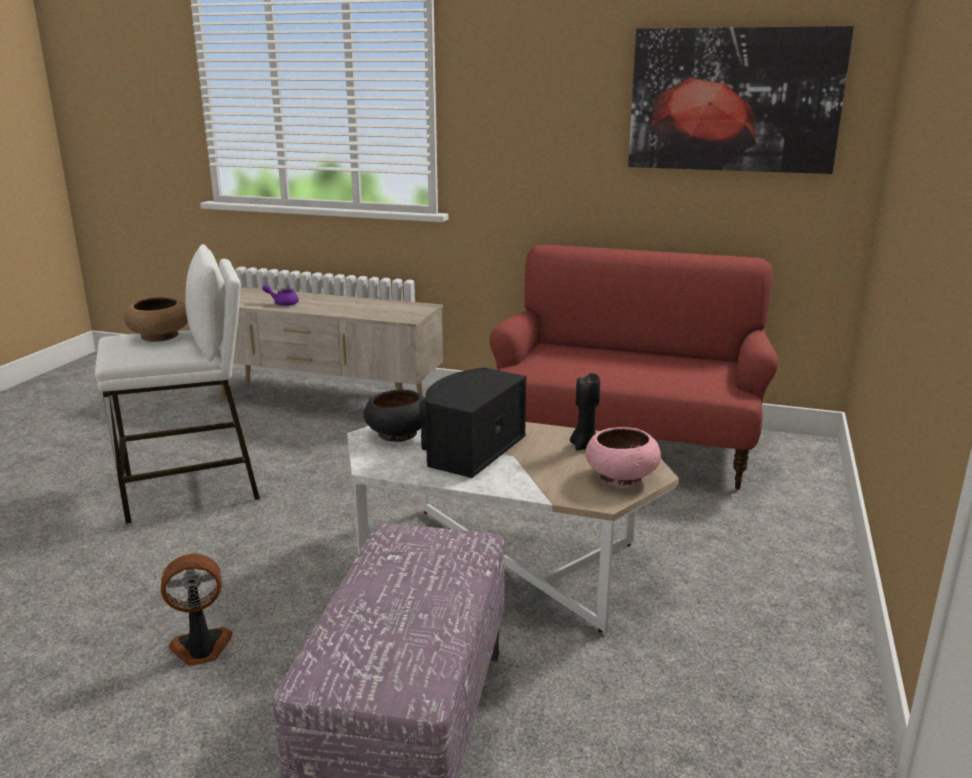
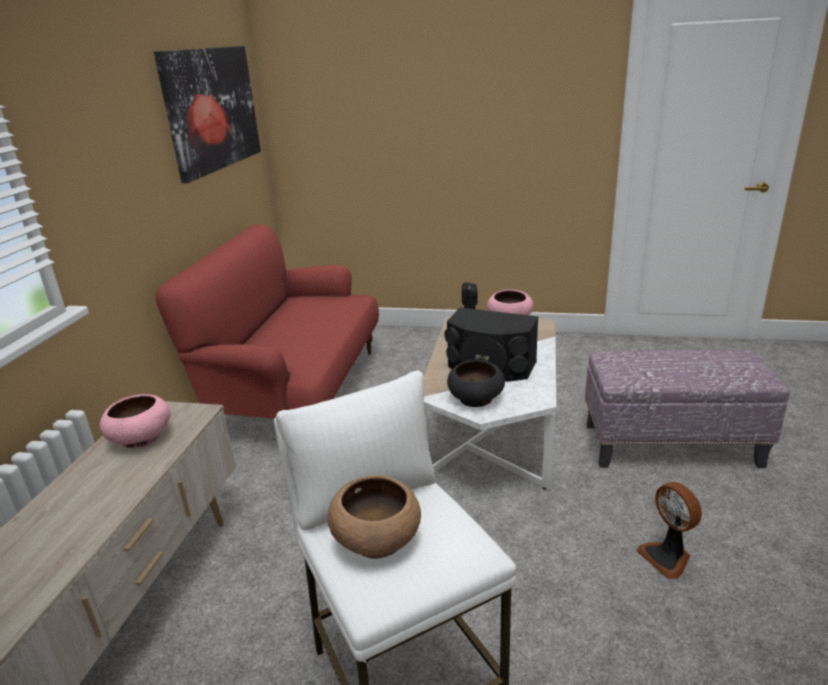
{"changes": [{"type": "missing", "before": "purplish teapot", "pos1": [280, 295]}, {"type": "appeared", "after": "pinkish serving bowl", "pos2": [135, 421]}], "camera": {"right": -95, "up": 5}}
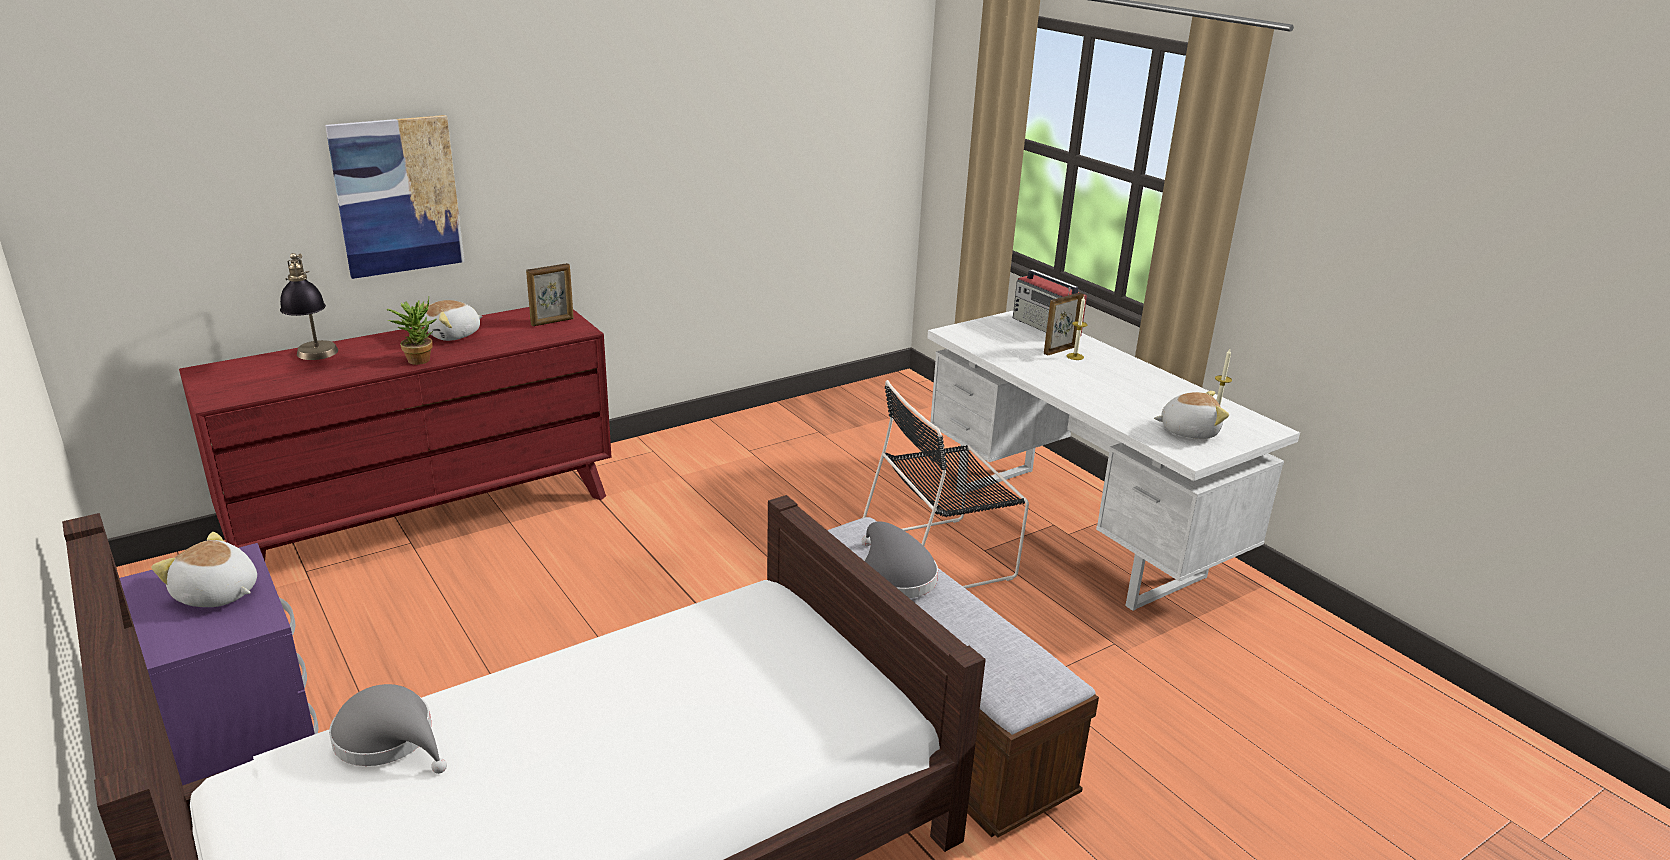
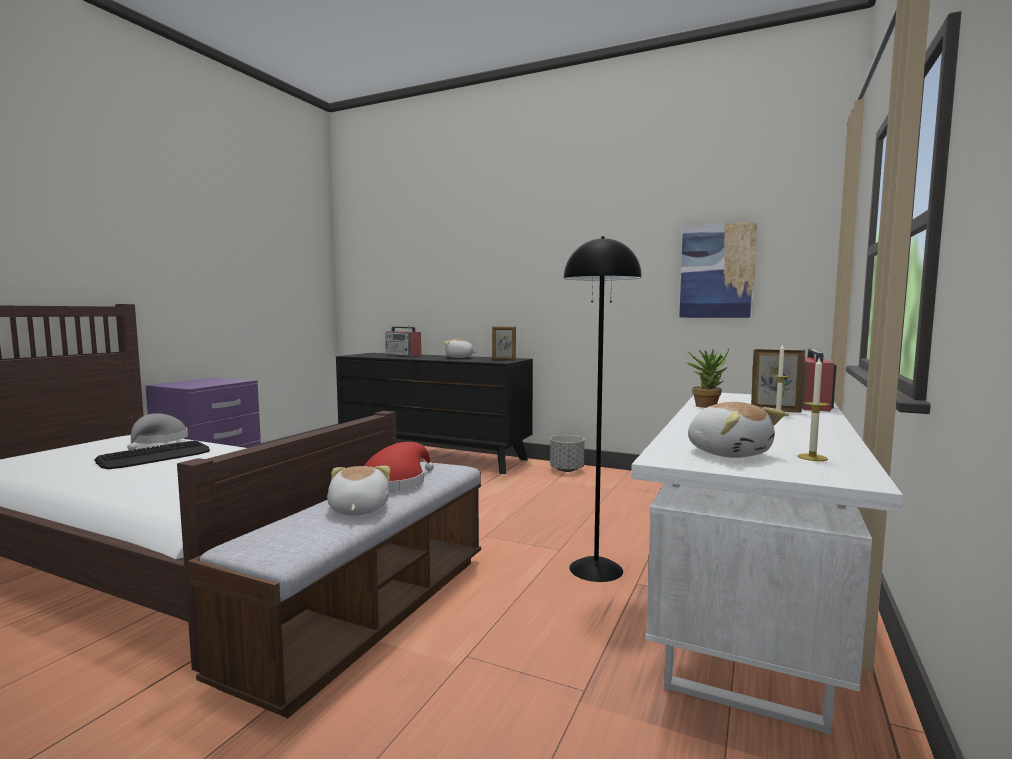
{"changes": [{"type": "relocated", "before": "cuddly toy", "pos1": [204, 569], "pos2": [358, 491]}, {"type": "colour", "before": "reddish drawer chest", "after": "black drawer chest", "pos1": [395, 434], "pos2": [434, 413]}, {"type": "exchanged", "before": "lamp for a table", "after": "radio set", "pos1": [309, 306], "pos2": [403, 341]}, {"type": "relocated", "before": "wall picture", "pos1": [395, 197], "pos2": [718, 270]}, {"type": "relocated", "before": "houseplant", "pos1": [411, 331], "pos2": [707, 378]}, {"type": "colour", "before": "greyish clothing hat", "after": "reddish clothing hat", "pos1": [899, 559], "pos2": [399, 467]}, {"type": "exchanged", "before": "black plain chair", "after": "black floor lamp", "pos1": [946, 484], "pos2": [603, 409]}, {"type": "appeared", "after": "computer keyboard", "pos2": [152, 455]}, {"type": "appeared", "after": "greyish flower pot", "pos2": [567, 453]}], "camera": {"right": 60, "up": -20}}
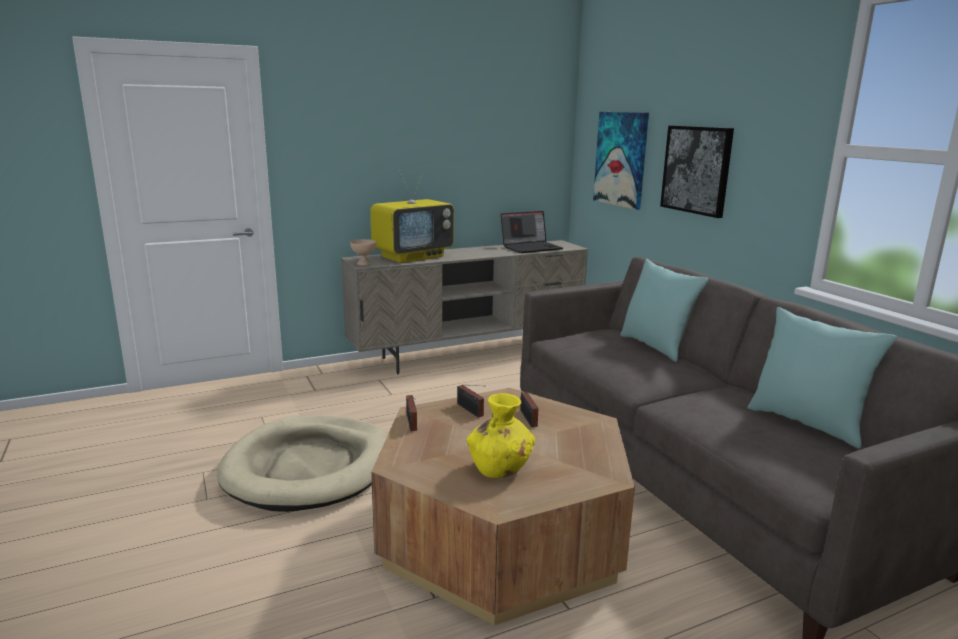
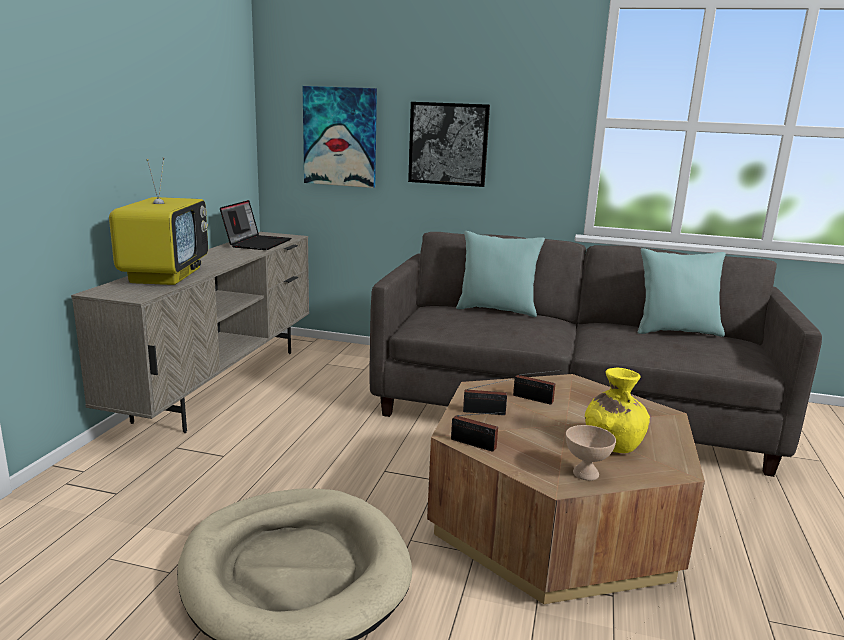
{"changes": [{"type": "relocated", "before": "beige serving bowl", "pos1": [363, 252], "pos2": [591, 453]}], "camera": {"right": -50, "up": 0}}
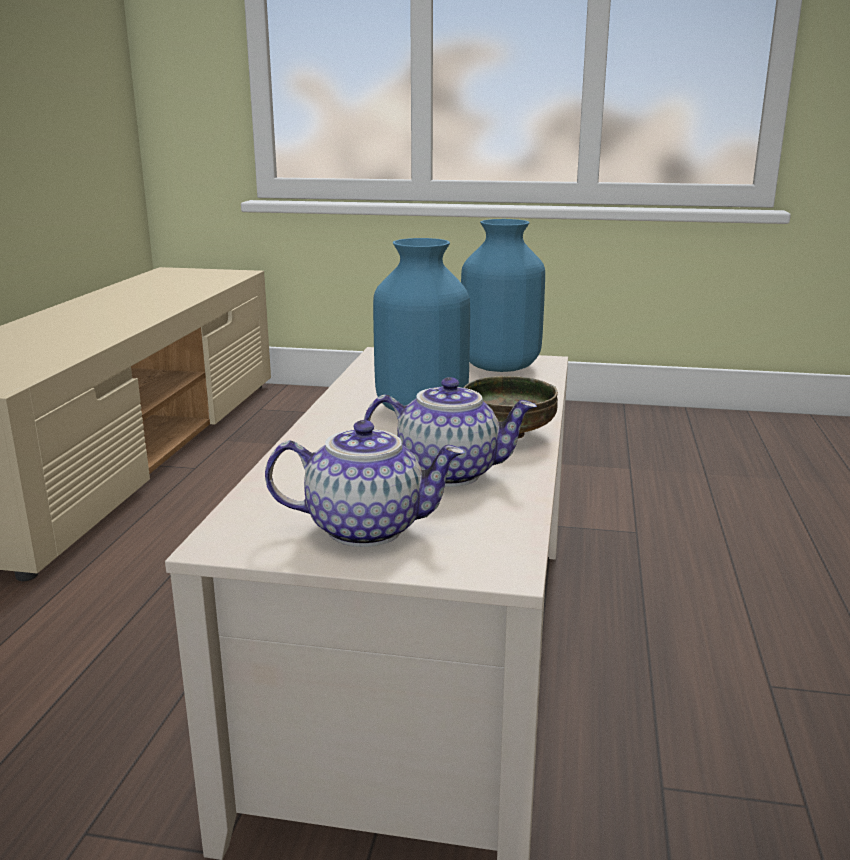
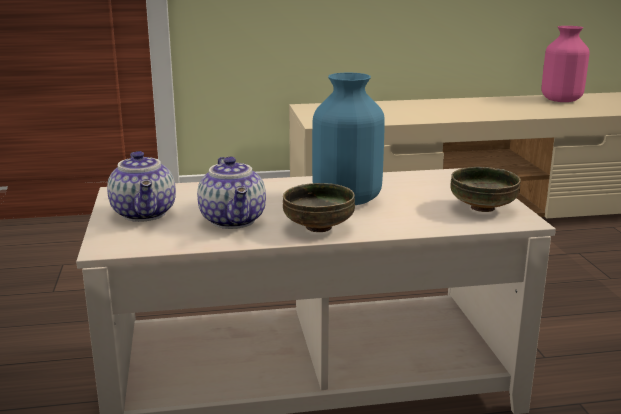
{"changes": [{"type": "exchanged", "before": "blue decorative vase", "after": "serving bowl", "pos1": [503, 295], "pos2": [485, 189]}, {"type": "appeared", "after": "pinkish decorative vase", "pos2": [565, 64]}], "camera": {"right": 70, "up": 0}}
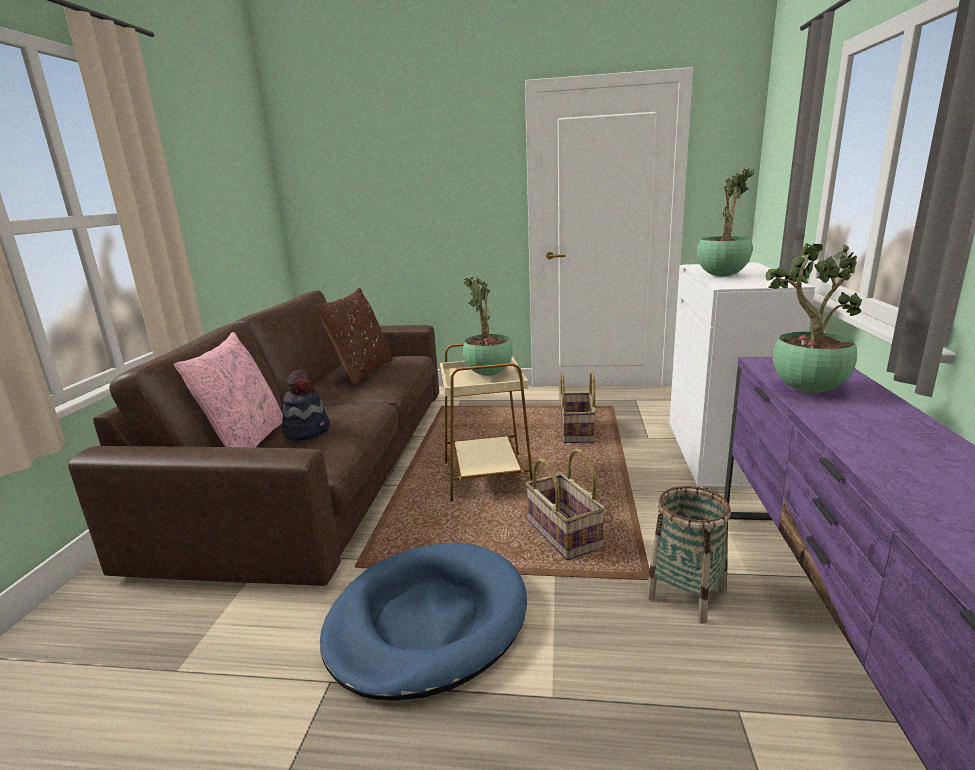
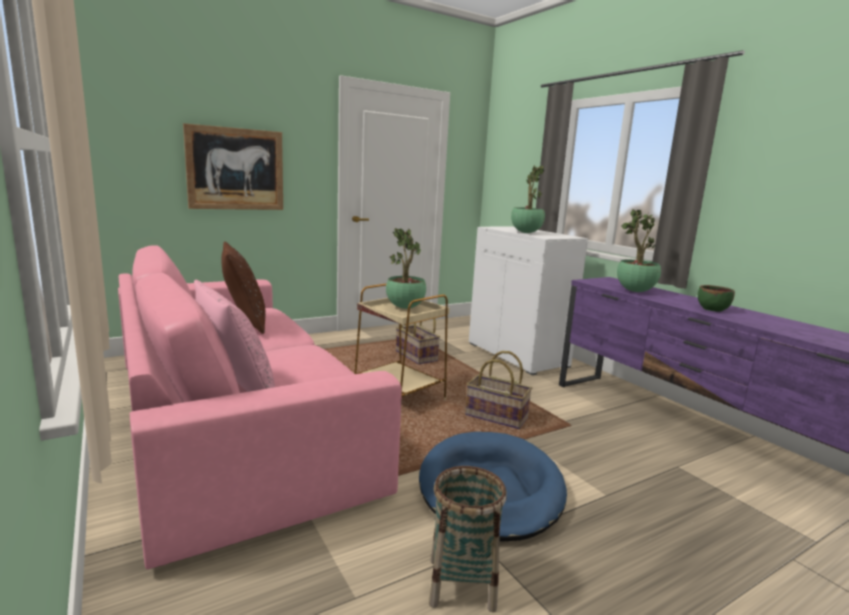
{"changes": [{"type": "colour", "before": "brownish sofa", "after": "pinkish sofa", "pos1": [253, 438], "pos2": [260, 407]}, {"type": "missing", "before": "clothing hat", "pos1": [306, 405]}, {"type": "relocated", "before": "basket", "pos1": [688, 555], "pos2": [468, 539]}, {"type": "appeared", "after": "wall picture", "pos2": [233, 166]}, {"type": "appeared", "after": "greenish serving bowl", "pos2": [716, 298]}], "camera": {"right": -40, "up": -5}}
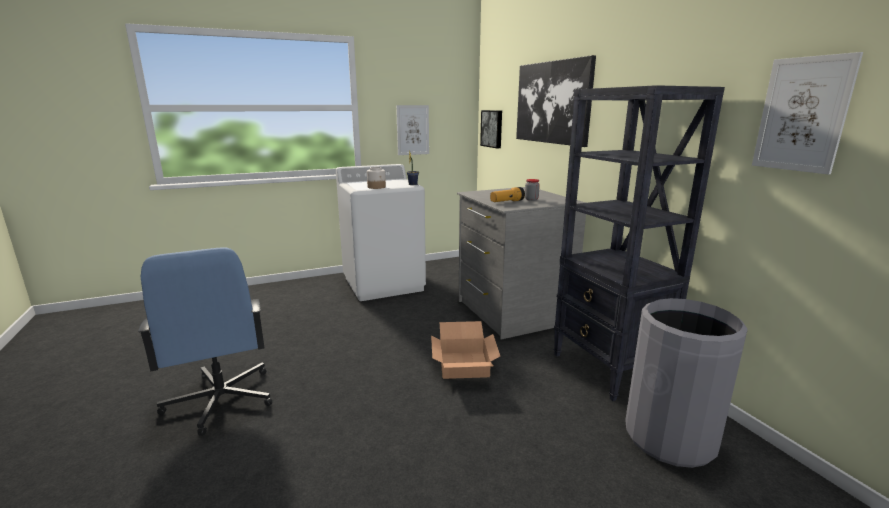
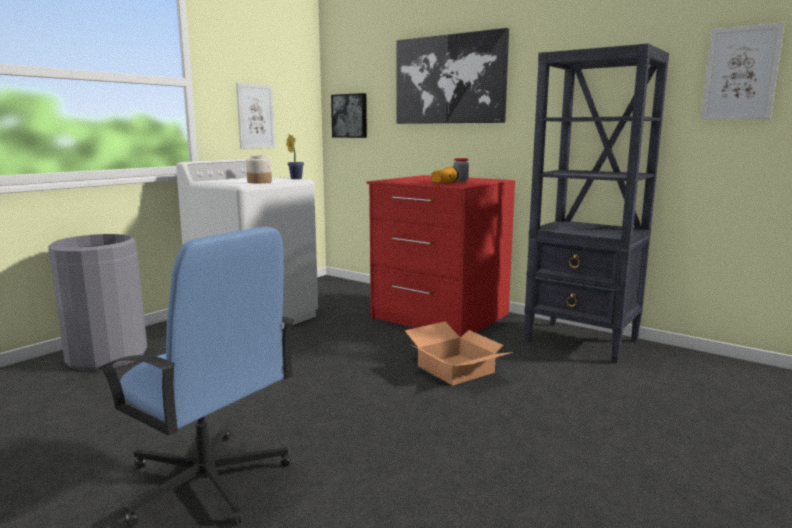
{"changes": [{"type": "colour", "before": "greyish drawer chest", "after": "reddish drawer chest", "pos1": [521, 263], "pos2": [440, 256]}, {"type": "relocated", "before": "greyish waste bin", "pos1": [686, 383], "pos2": [97, 302]}], "camera": {"right": -30, "up": -5}}
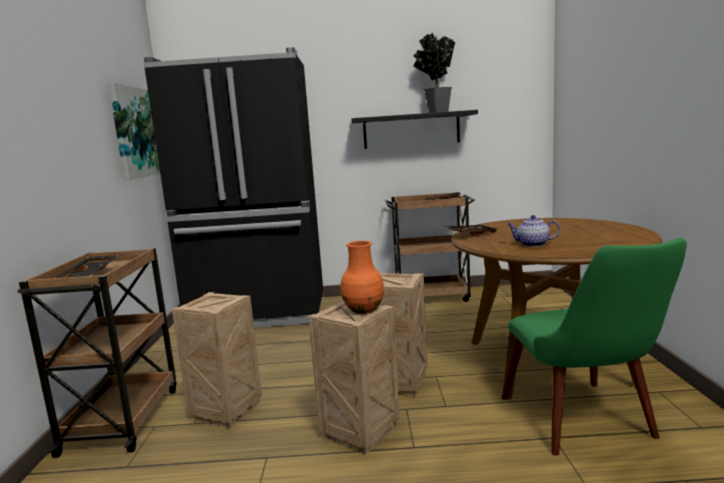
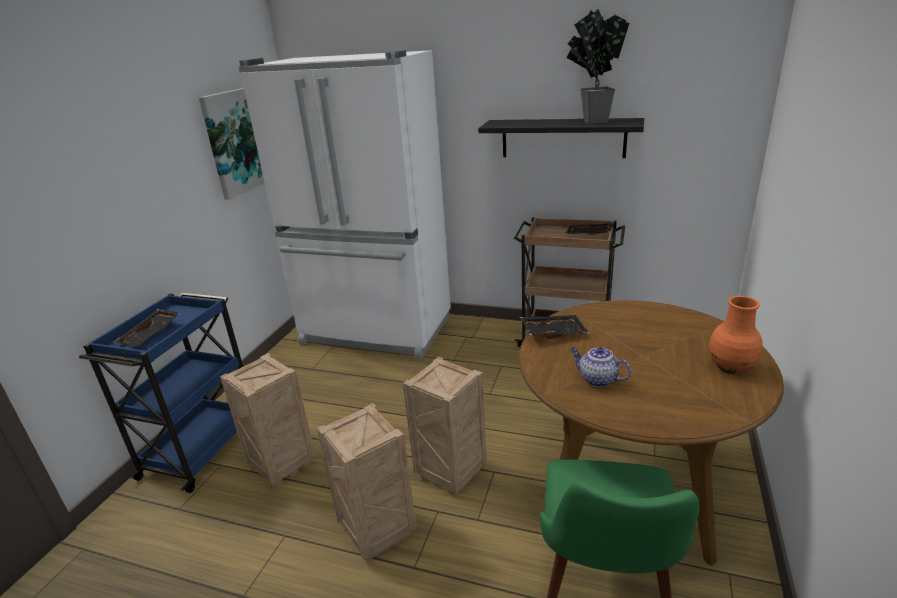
{"changes": [{"type": "colour", "before": "brownish wheeled cart", "after": "blue wheeled cart", "pos1": [97, 353], "pos2": [161, 393]}, {"type": "colour", "before": "black refrigerator", "after": "white-coloured refrigerator", "pos1": [233, 187], "pos2": [345, 204]}, {"type": "relocated", "before": "orangey decorative vase", "pos1": [362, 277], "pos2": [735, 335]}], "camera": {"right": 20, "up": 15}}
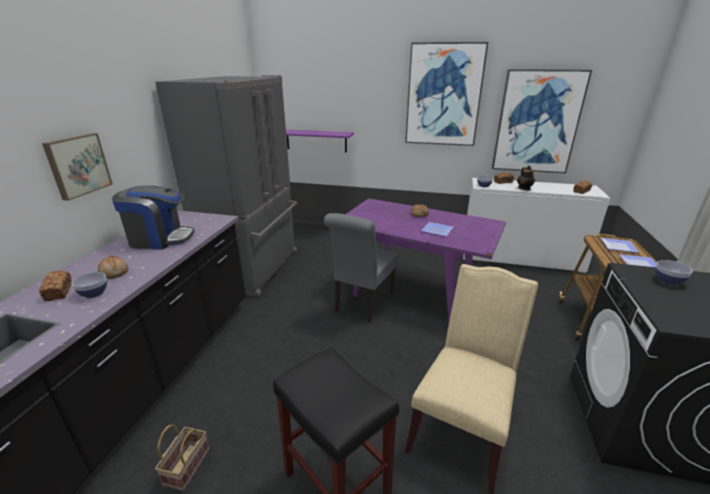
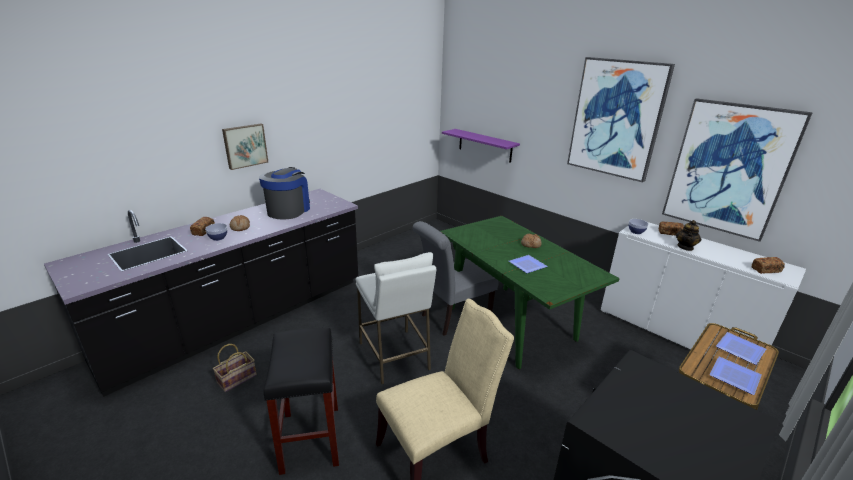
{"changes": [{"type": "spun", "before": "coffee maker", "pos1": [153, 217], "pos2": [284, 193], "turn": -105}, {"type": "missing", "before": "greyish refrigerator", "pos1": [226, 186]}, {"type": "colour", "before": "purplish kitchen table", "after": "greenish kitchen table", "pos1": [426, 261], "pos2": [530, 292]}, {"type": "missing", "before": "serving bowl", "pos1": [674, 272]}, {"type": "appeared", "after": "white-coloured stool seat", "pos2": [396, 318]}], "camera": {"right": 30, "up": 0}}
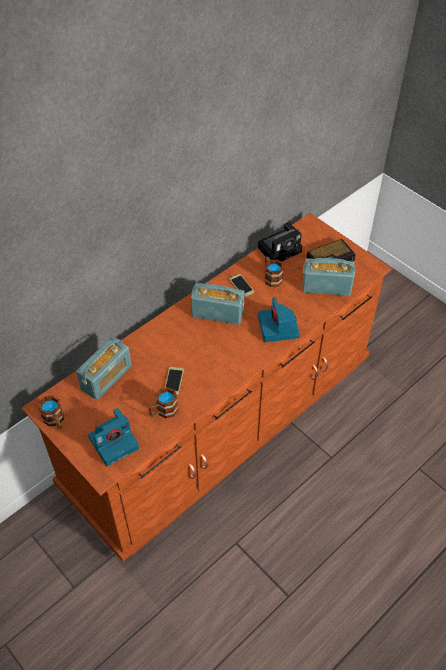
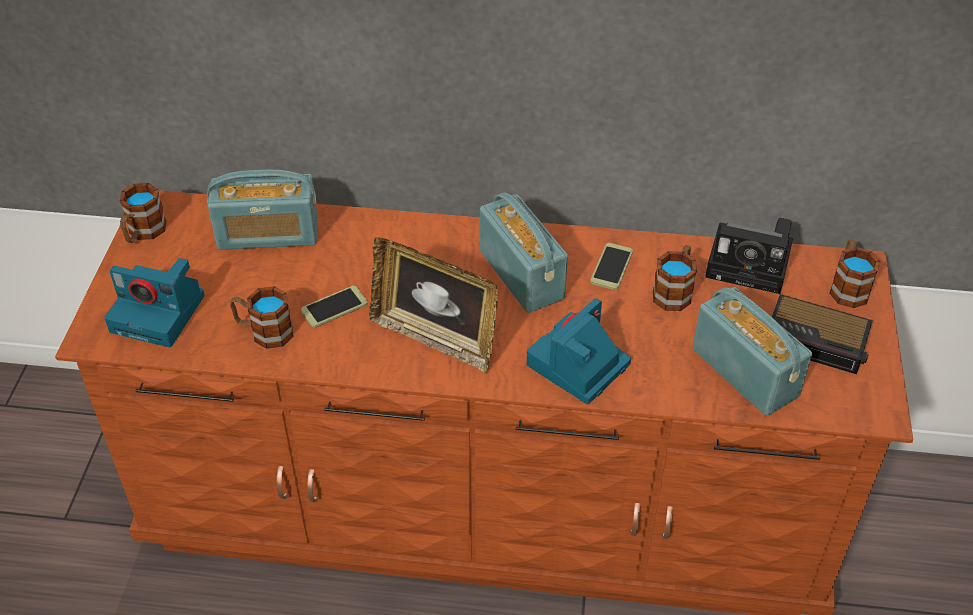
{"changes": [{"type": "appeared", "after": "photo frame", "pos2": [433, 305]}, {"type": "appeared", "after": "tea mug", "pos2": [855, 273]}], "camera": {"right": 50, "up": -5}}
